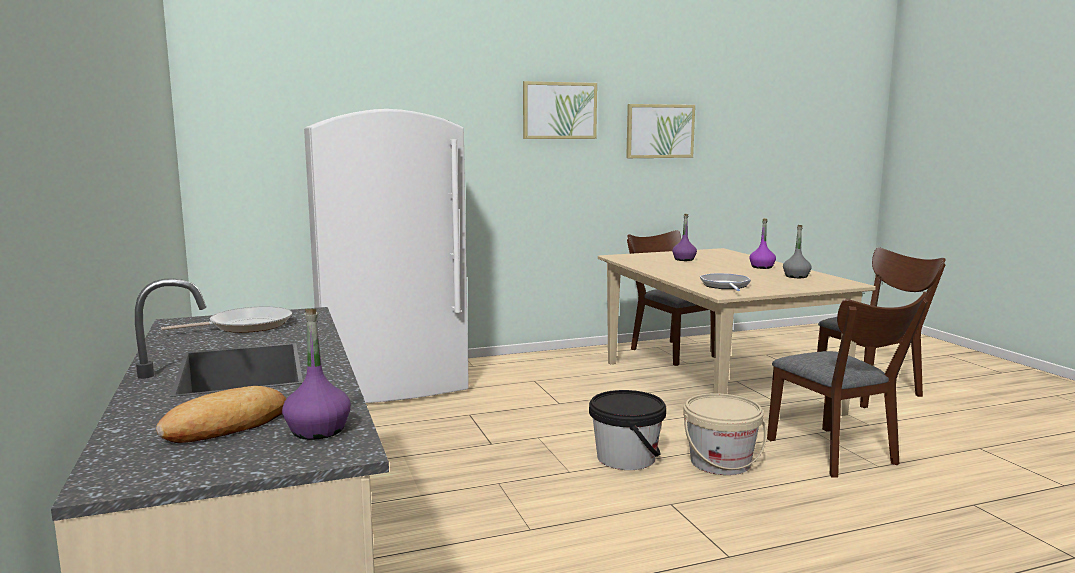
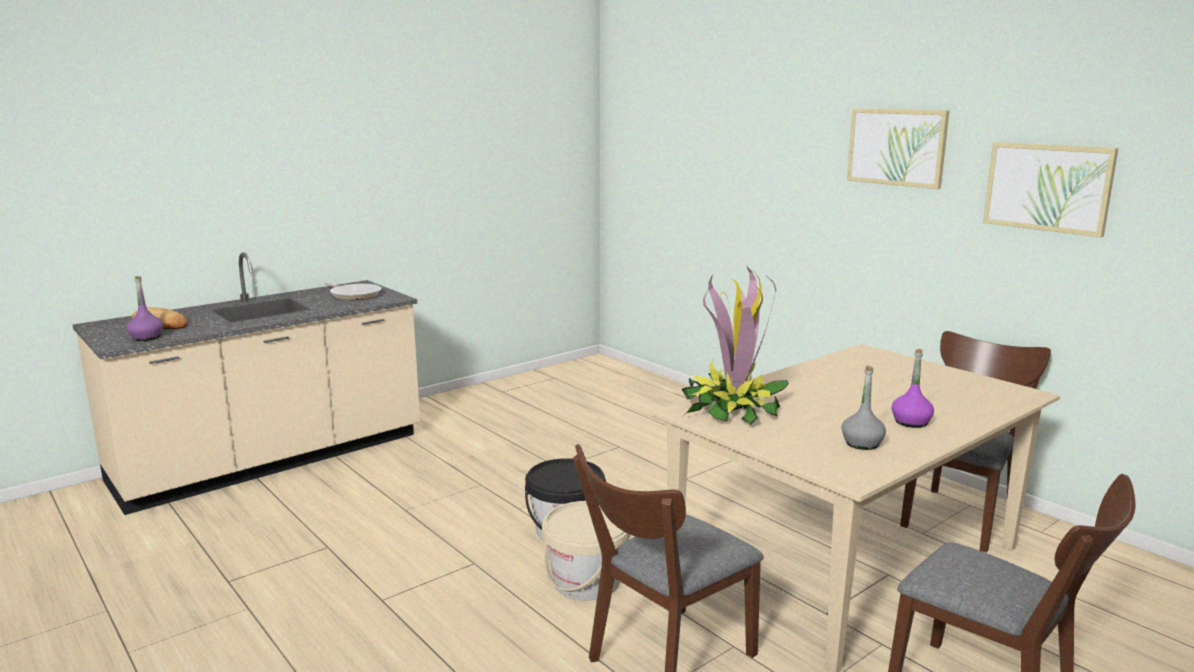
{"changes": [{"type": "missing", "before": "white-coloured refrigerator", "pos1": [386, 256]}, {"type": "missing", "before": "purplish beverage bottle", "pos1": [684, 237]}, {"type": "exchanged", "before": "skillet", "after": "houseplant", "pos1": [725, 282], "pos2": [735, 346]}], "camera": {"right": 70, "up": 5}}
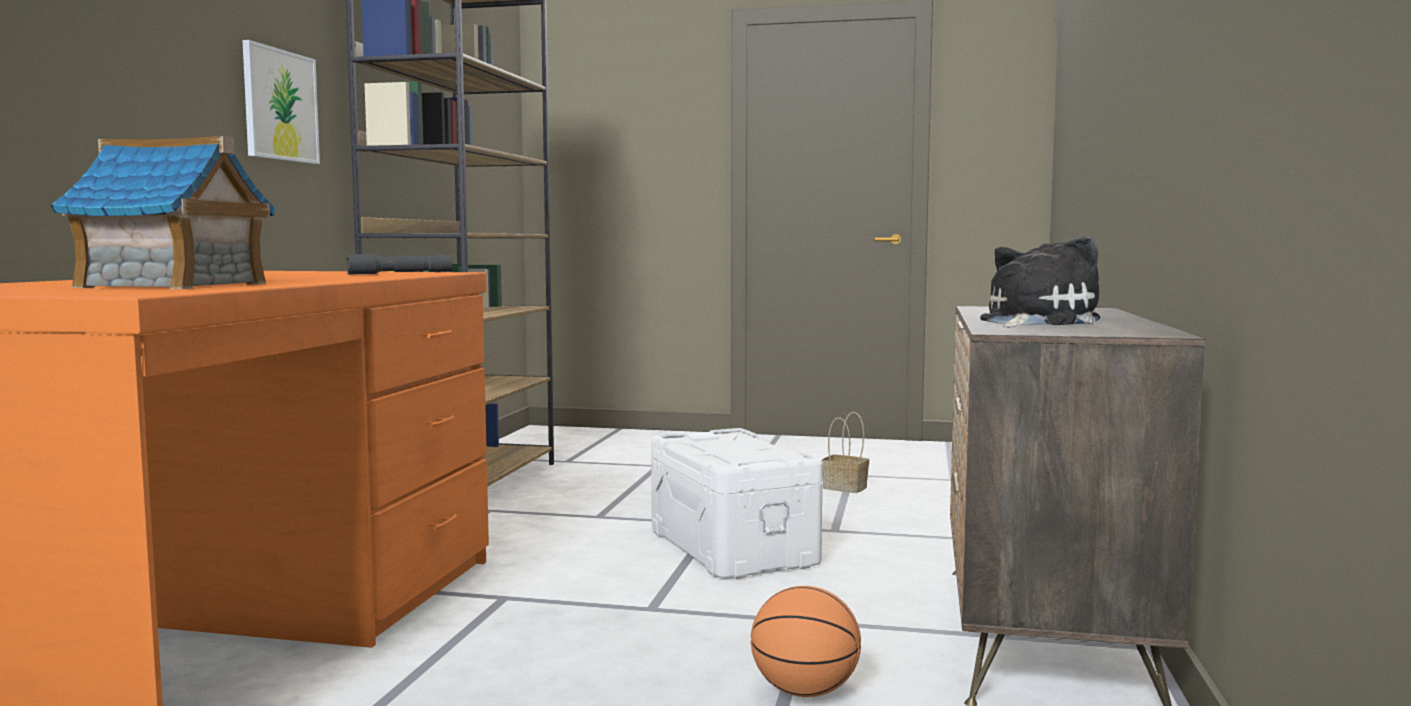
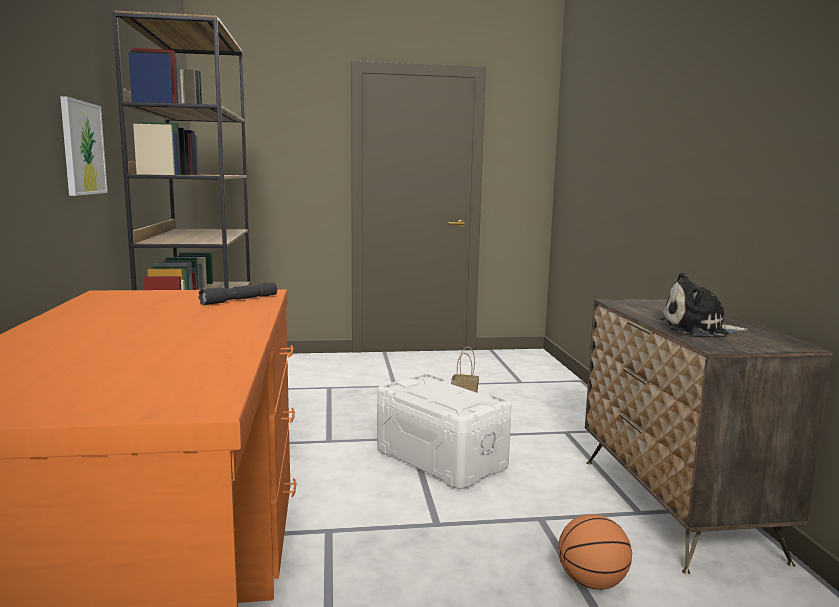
{"changes": [{"type": "missing", "before": "miniature house", "pos1": [163, 212]}, {"type": "spun", "before": "cuddly toy", "pos1": [1040, 282], "pos2": [704, 304], "turn": -105}], "camera": {"right": -20, "up": 5}}
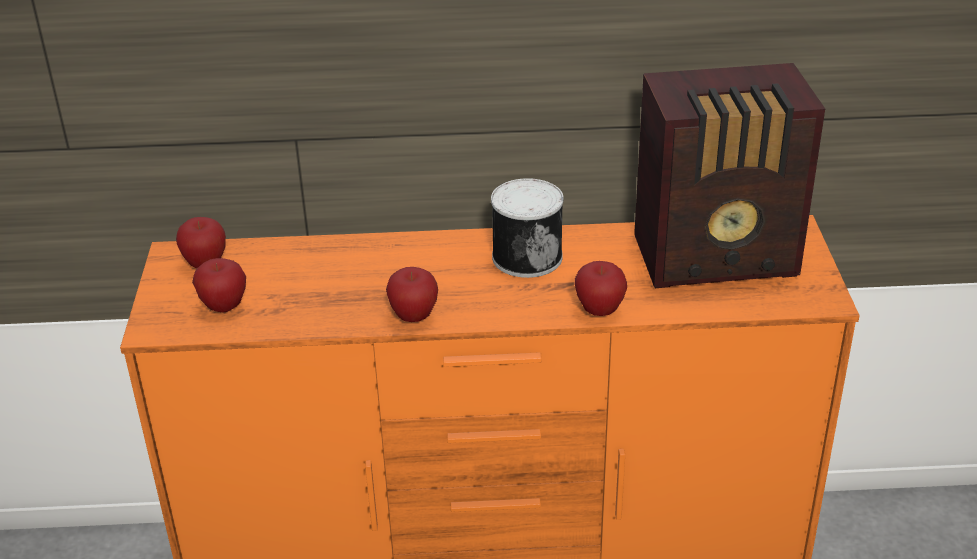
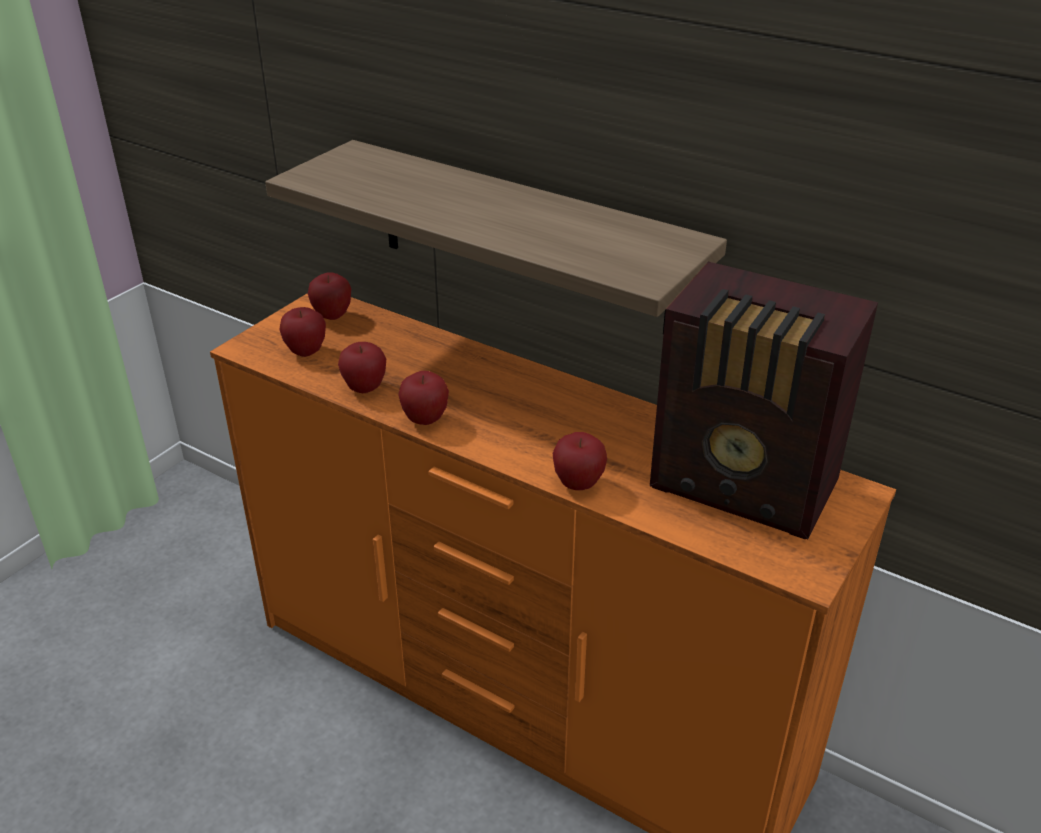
{"changes": [{"type": "missing", "before": "metal can", "pos1": [527, 228]}, {"type": "appeared", "after": "bracket shelf", "pos2": [496, 237]}, {"type": "appeared", "after": "apple", "pos2": [362, 367]}], "camera": {"right": 35, "up": 0}}
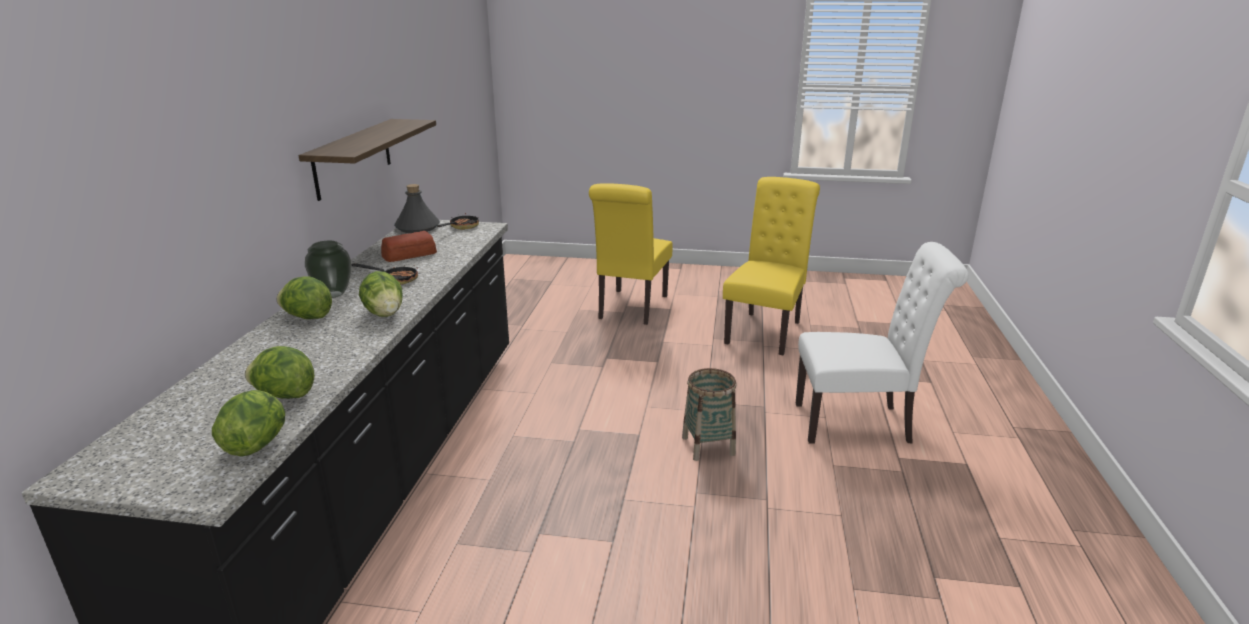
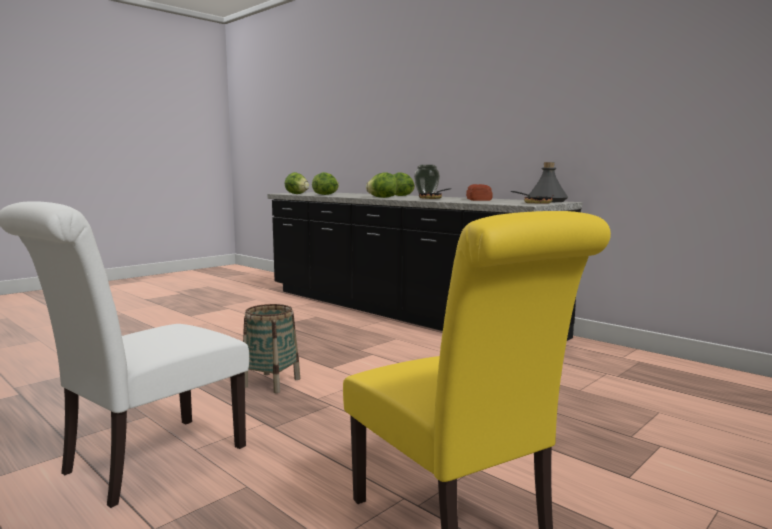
{"changes": [{"type": "missing", "before": "bracket shelf", "pos1": [367, 160]}, {"type": "missing", "before": "yellow plain chair", "pos1": [631, 254]}], "camera": {"right": 125, "up": -15}}
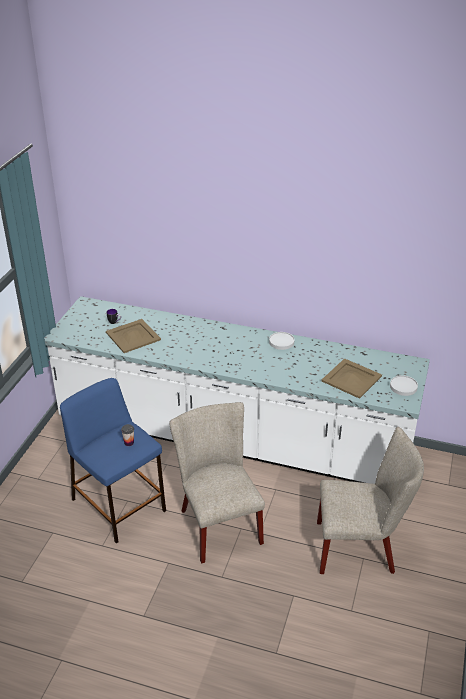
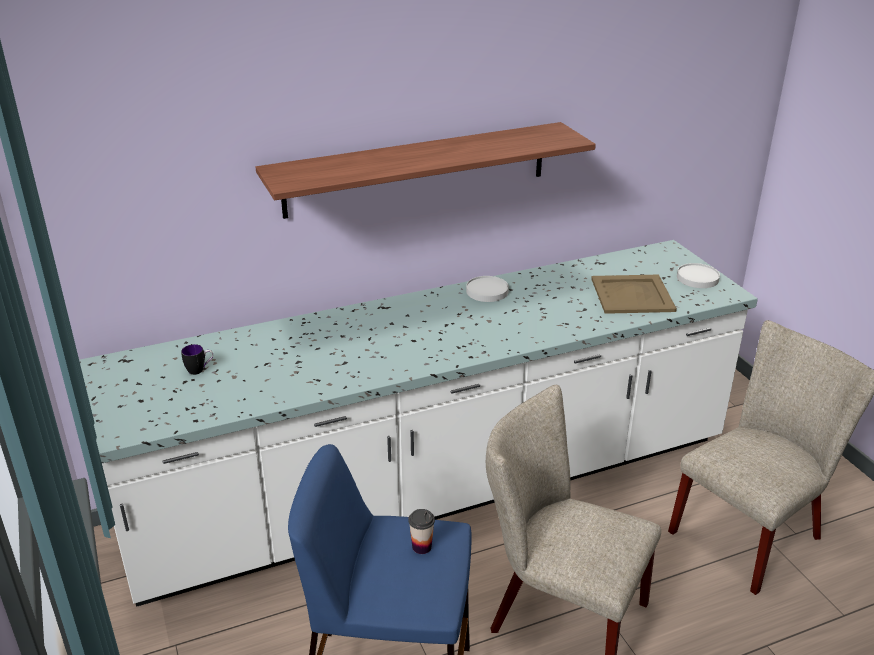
{"changes": [{"type": "missing", "before": "beige serving tray", "pos1": [133, 336]}, {"type": "appeared", "after": "bracket shelf", "pos2": [426, 170]}], "camera": {"right": -40, "up": -5}}
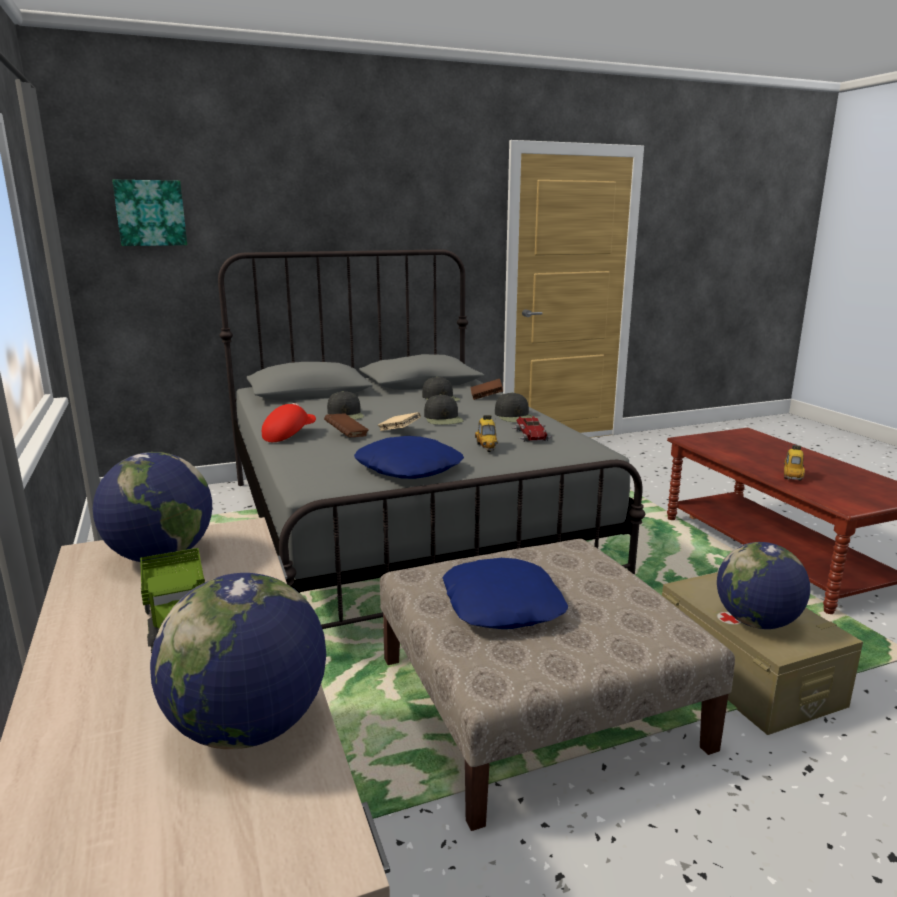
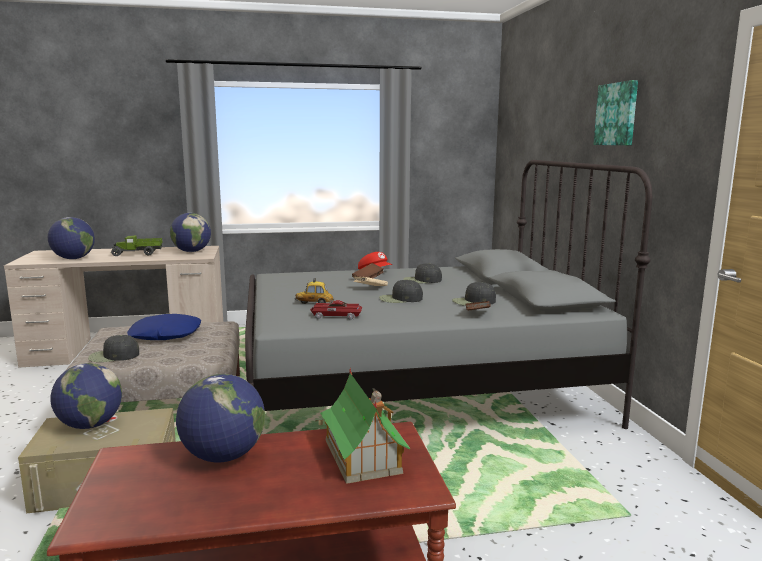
{"changes": [{"type": "relocated", "before": "wall picture", "pos1": [149, 213], "pos2": [616, 112]}, {"type": "missing", "before": "blue cushion", "pos1": [409, 457]}, {"type": "relocated", "before": "black peaked cap", "pos1": [515, 407], "pos2": [113, 348]}, {"type": "exchanged", "before": "model car", "after": "world globe", "pos1": [794, 463], "pos2": [220, 418]}, {"type": "appeared", "after": "miniature house", "pos2": [363, 425]}], "camera": {"right": 100, "up": -5}}
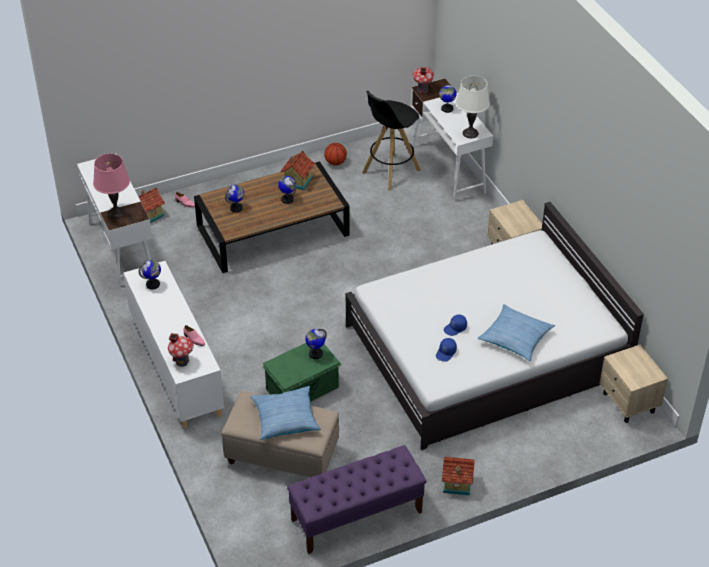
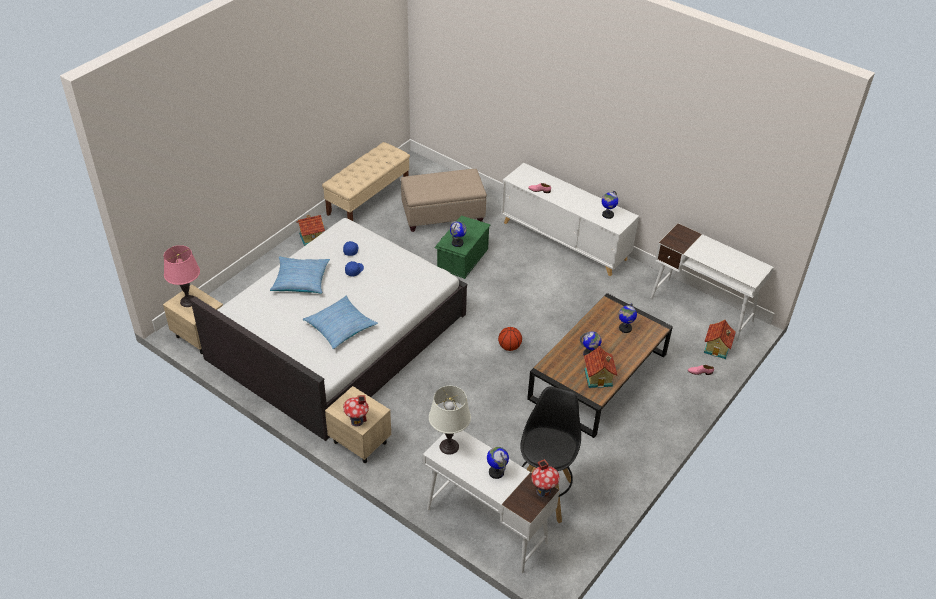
{"changes": [{"type": "relocated", "before": "pinkish lamp for a table", "pos1": [111, 186], "pos2": [182, 276]}, {"type": "relocated", "before": "miniature house", "pos1": [181, 350], "pos2": [356, 410]}, {"type": "relocated", "before": "cushion", "pos1": [285, 413], "pos2": [340, 322]}, {"type": "colour", "before": "purplish long seat", "after": "beige long seat", "pos1": [356, 499], "pos2": [366, 181]}, {"type": "relocated", "before": "basketball ball", "pos1": [335, 154], "pos2": [510, 339]}], "camera": {"right": 150, "up": 0}}
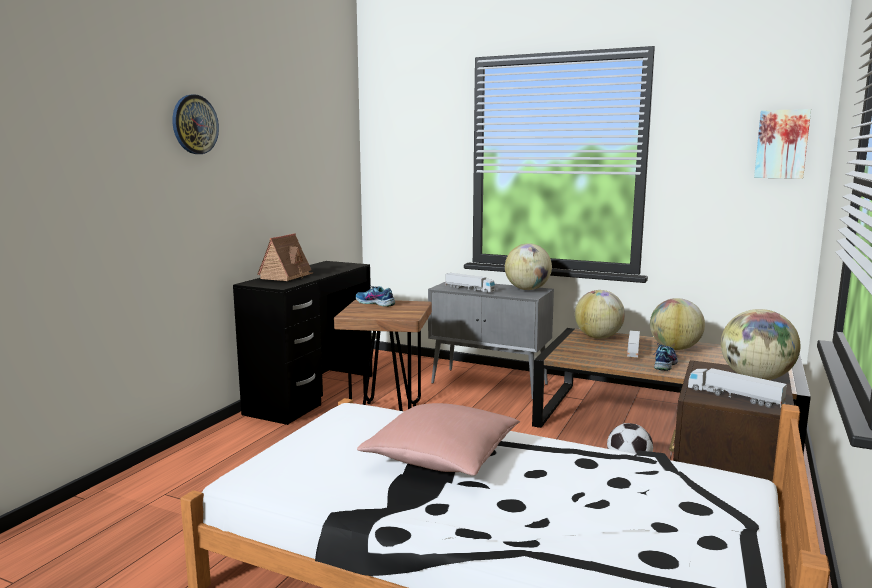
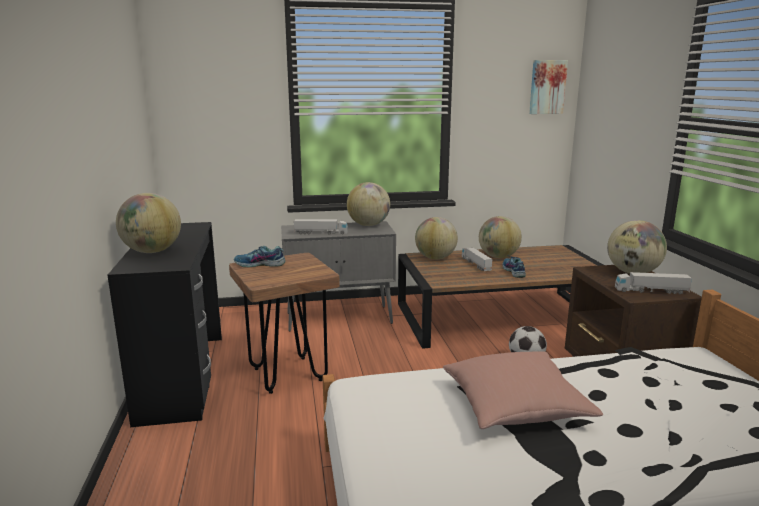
{"changes": [{"type": "missing", "before": "hanging clock", "pos1": [195, 124]}, {"type": "exchanged", "before": "miniature house", "after": "world globe", "pos1": [285, 257], "pos2": [148, 223]}], "camera": {"right": -35, "up": 5}}
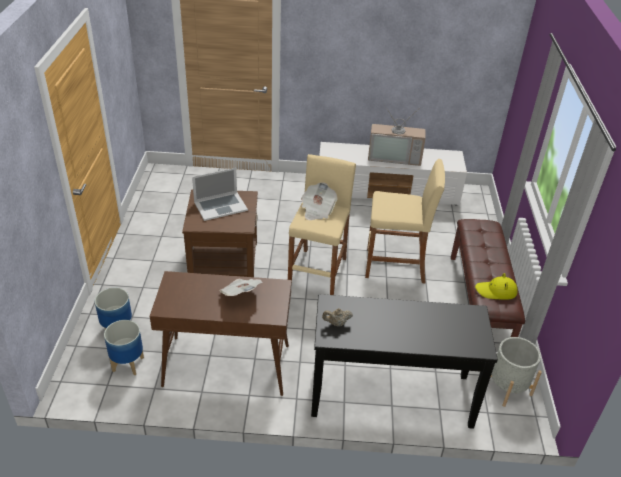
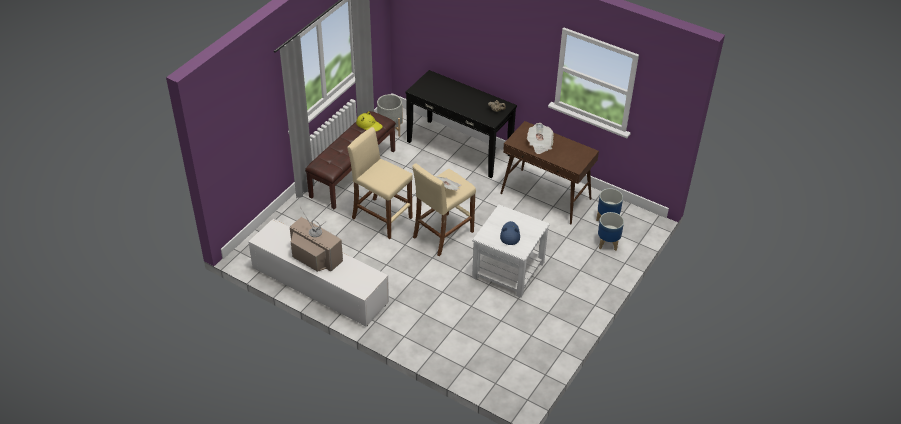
{"changes": [{"type": "colour", "before": "brownish accent table", "after": "white-coloured accent table", "pos1": [220, 233], "pos2": [511, 251]}, {"type": "exchanged", "before": "notebook computer", "after": "blue clothing hat", "pos1": [220, 194], "pos2": [510, 233]}], "camera": {"right": -150, "up": 5}}
